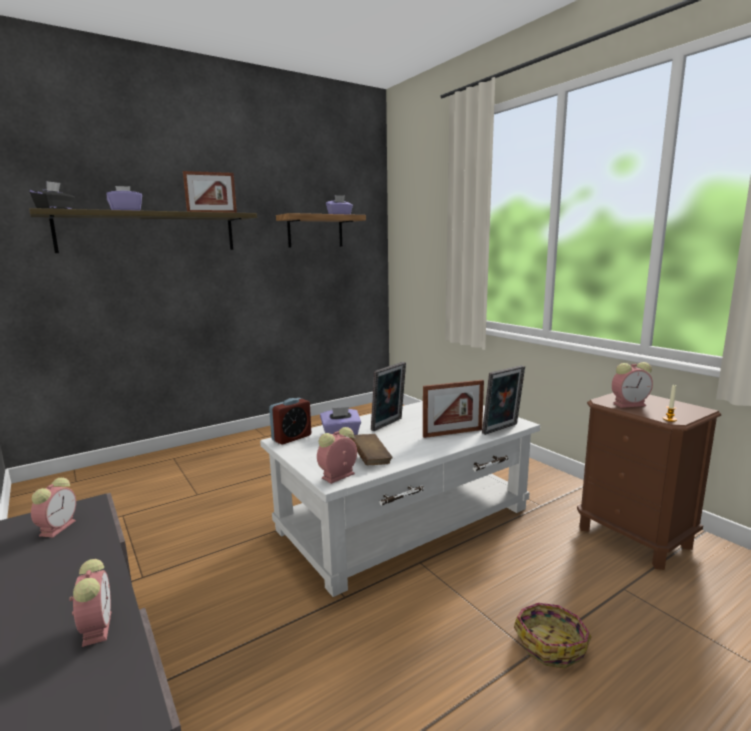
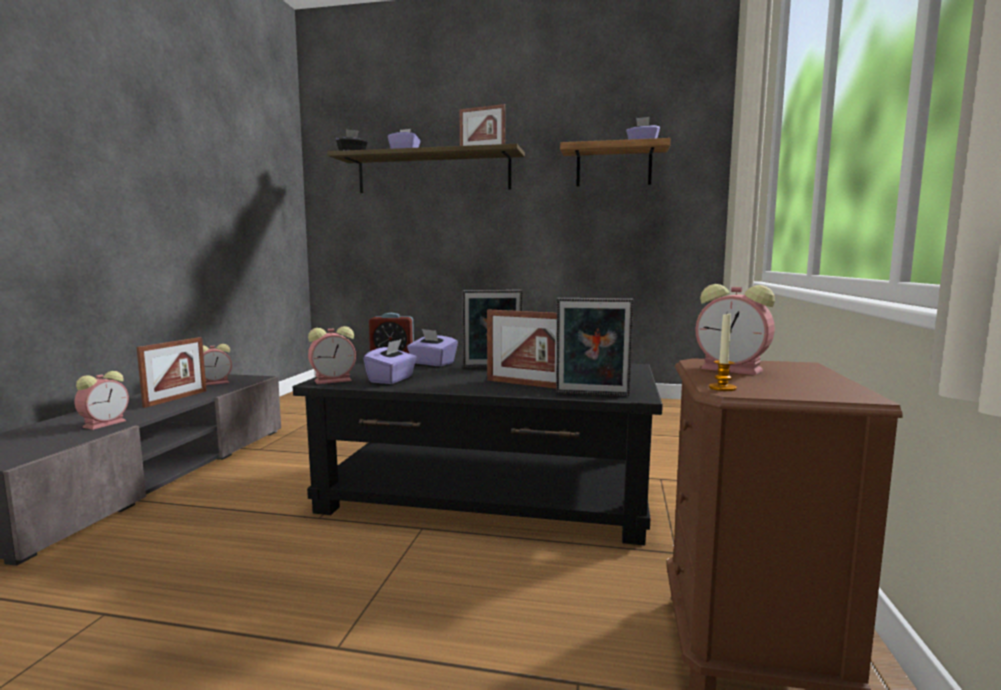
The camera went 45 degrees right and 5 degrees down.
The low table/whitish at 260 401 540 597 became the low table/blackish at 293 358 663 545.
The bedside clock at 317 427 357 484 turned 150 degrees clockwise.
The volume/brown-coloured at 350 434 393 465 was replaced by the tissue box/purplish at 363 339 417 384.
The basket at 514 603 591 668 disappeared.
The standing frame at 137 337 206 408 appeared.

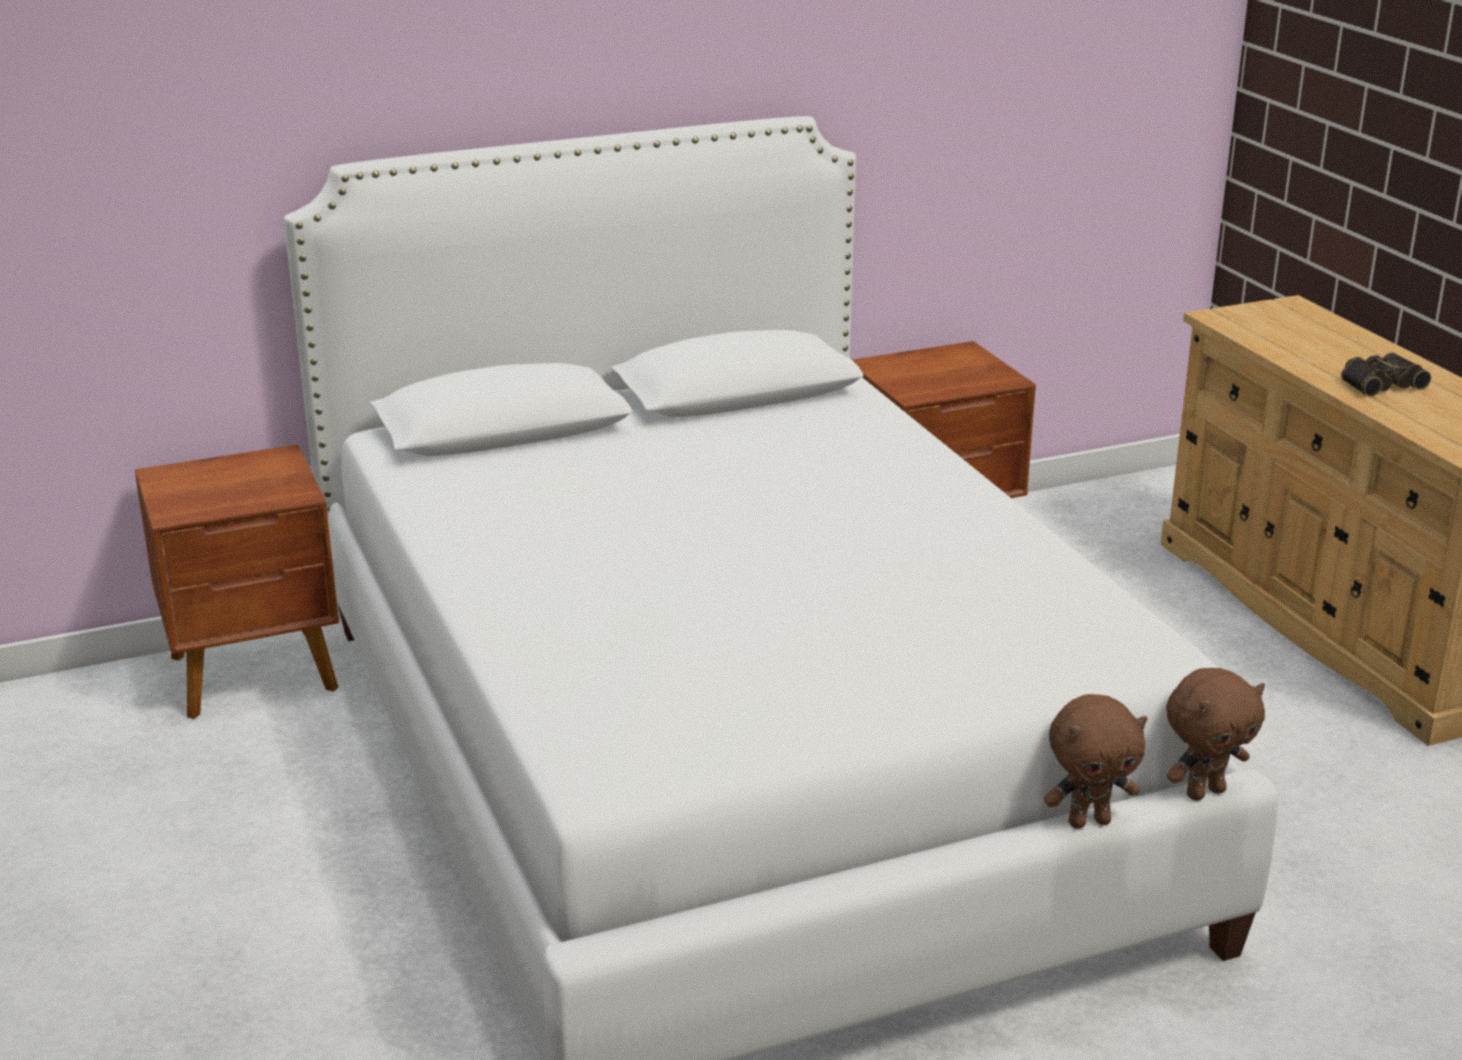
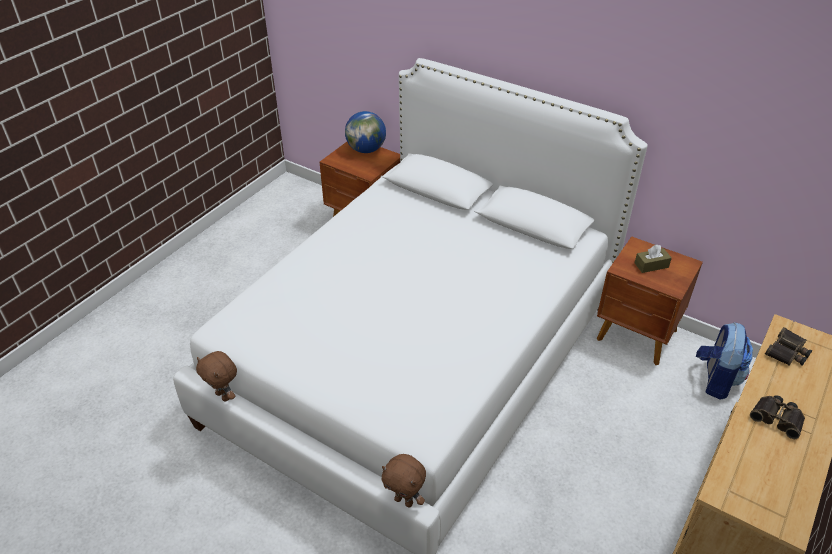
The camera went 55 degrees right and 15 degrees up.
The soft toy/brown-coloured moved from 1044 694 1148 829 to 196 351 237 402.
The desk globe at 345 111 386 153 appeared.
The tissue box/brown-coloured at 635 245 672 273 appeared.
The rucksack at 696 322 753 400 appeared.
The binoculars at 765 327 812 366 appeared.

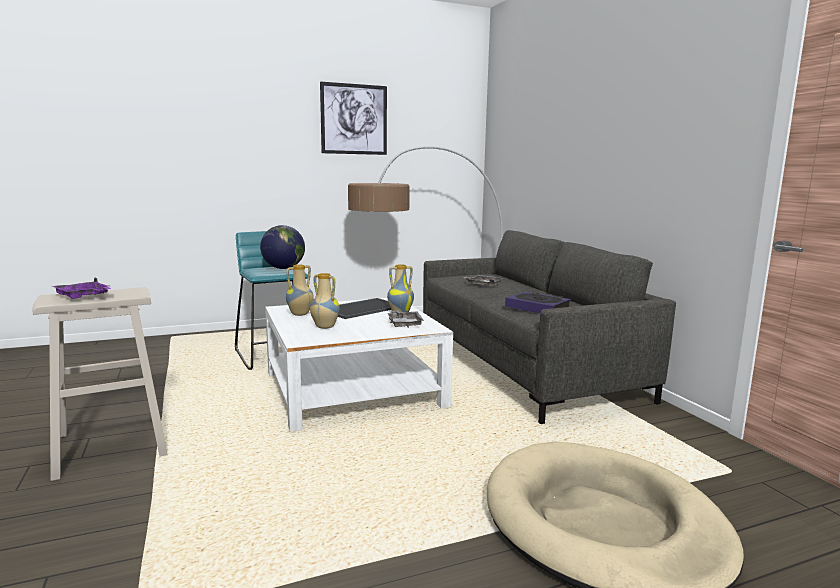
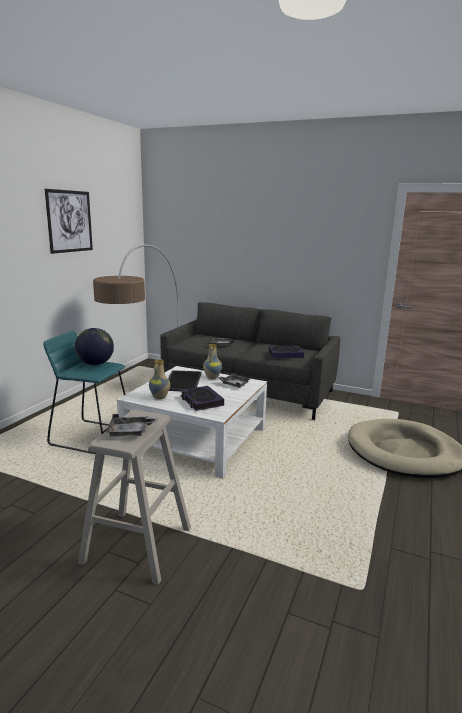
The camera went 45 degrees left and 5 degrees up.
The carrying tray/purplish at 52 278 111 299 became the carrying tray/greyish at 106 414 158 437.
The decorative vase at 310 273 340 329 was replaced by the volume at 181 386 224 411.

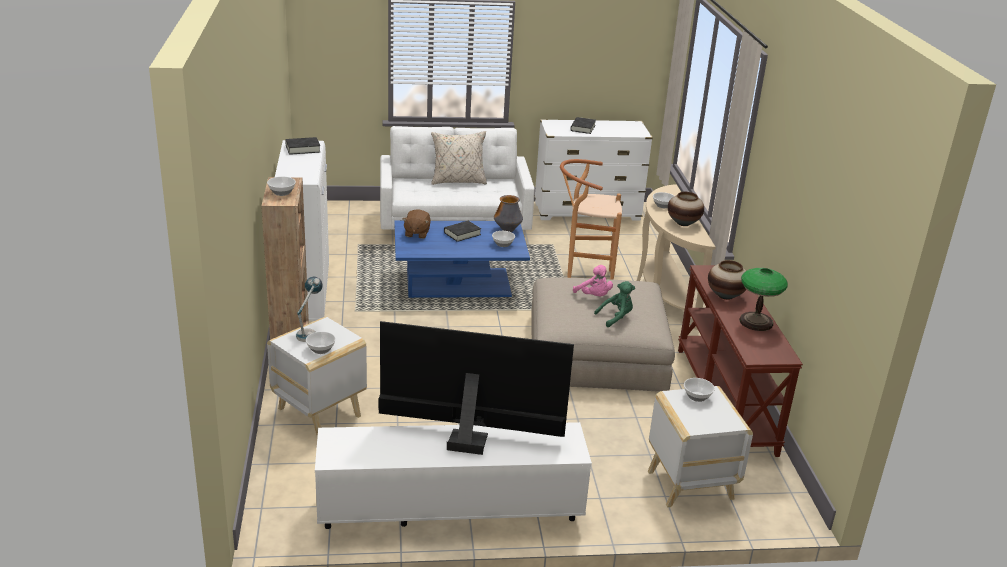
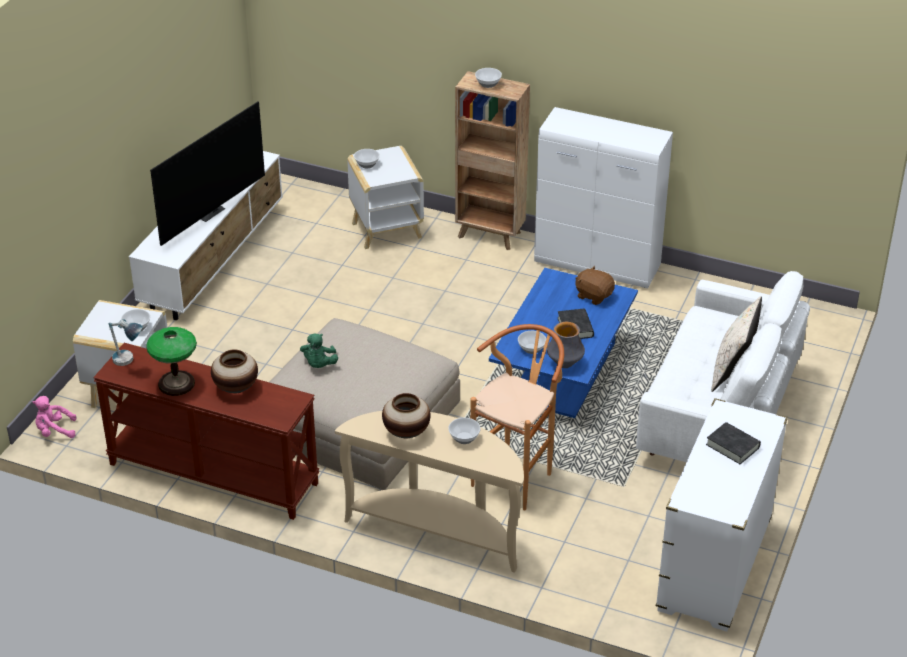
The camera went 120 degrees right and 10 degrees up.
The volume/blackish at 285 137 320 155 disappeared.
The tabletop lamp moved from 296 277 323 342 to 109 319 143 366.
The soft toy/pinkish moved from 573 265 613 296 to 32 396 77 438.

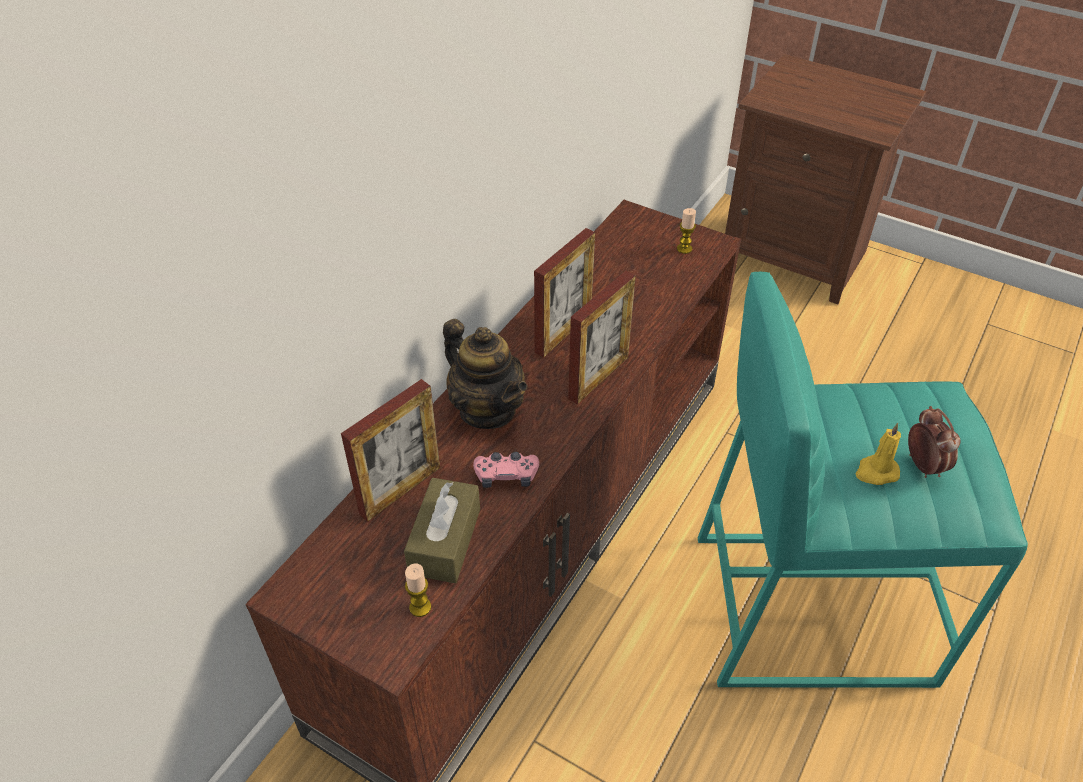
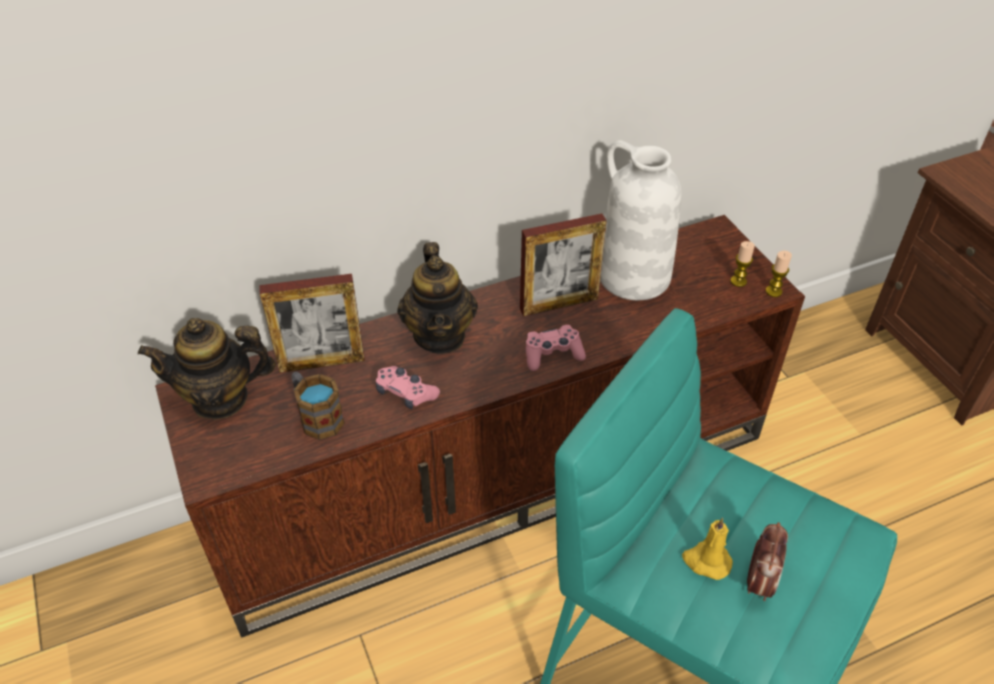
The camera went 35 degrees right and 0 degrees up.
The tissue box/brown-coloured at 404 478 480 583 was replaced by the coffee mug at 292 372 345 440.
The candle moved from 405 563 431 617 to 766 251 792 297.
The standing frame at 568 271 636 404 was replaced by the game controller/pinkish at 526 325 586 371.
The tea pot at 138 318 276 420 appeared.
The decorative vase/whitish at 600 140 682 300 appeared.

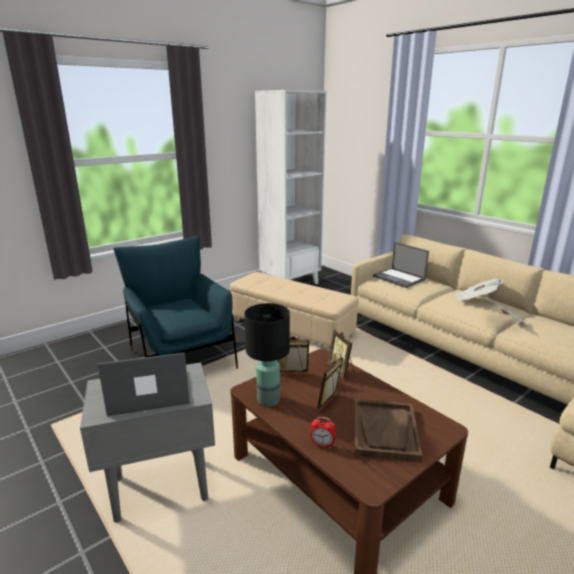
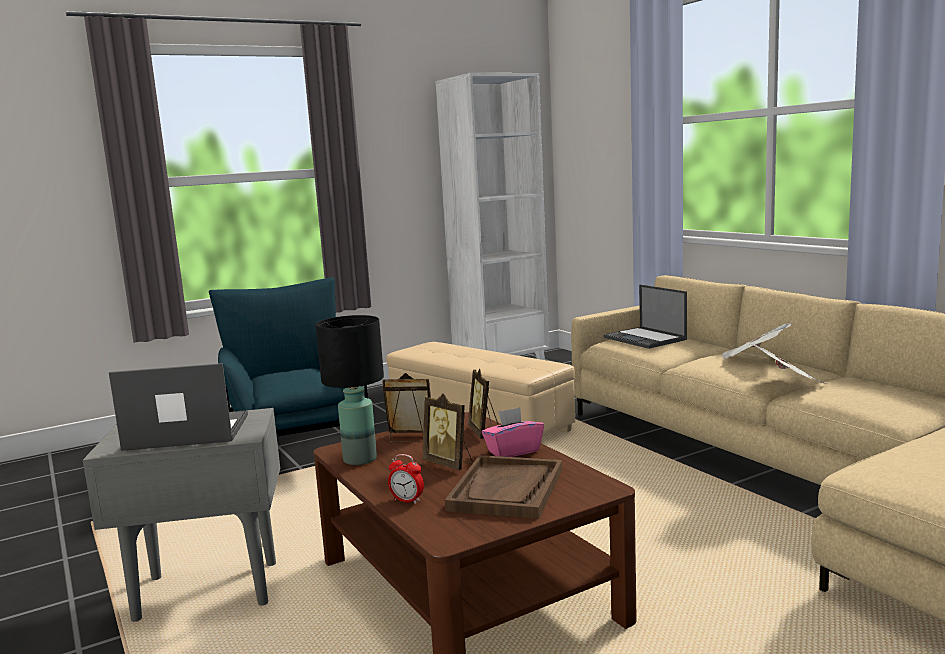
The camera went 10 degrees right and 10 degrees down.
The standing frame at 317 357 347 413 turned 90 degrees counterclockwise.
The tissue box/pinkish at 482 407 544 457 appeared.

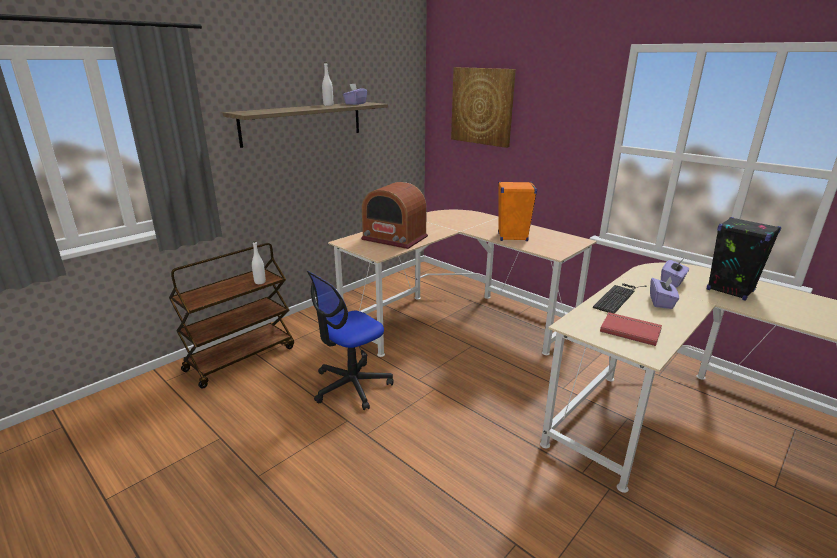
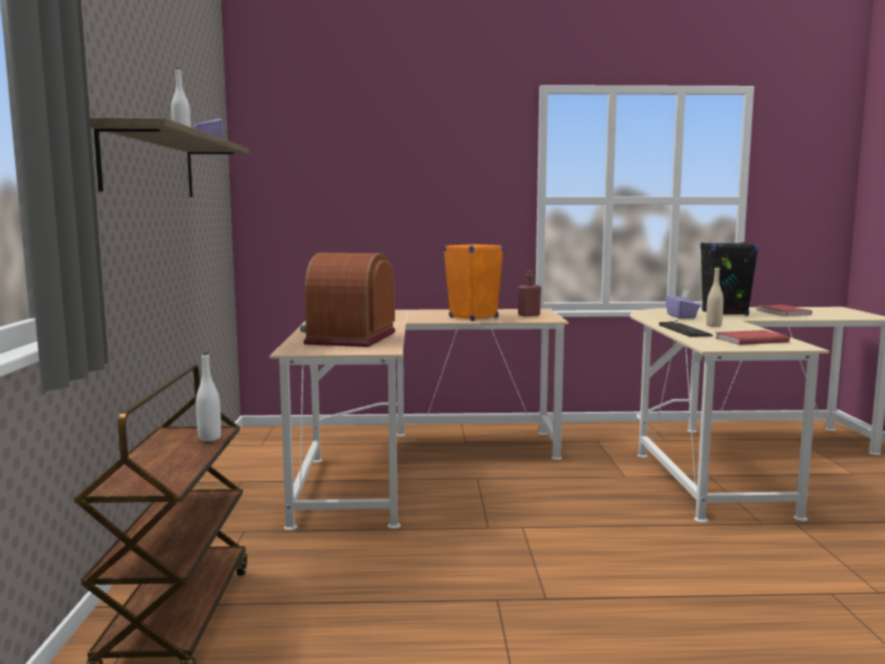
The camera went 45 degrees left and 15 degrees down.
The office chair at 307 271 394 410 disappeared.
The radio set at 361 182 428 249 turned 120 degrees clockwise.
The wall art at 451 67 516 148 disappeared.
The tissue box/purplish at 650 276 679 309 was replaced by the beverage bottle/beige-coloured at 706 267 724 327.
The beverage bottle/red-coloured at 518 271 541 317 appeared.
The volume/red-coloured at 756 305 812 316 appeared.

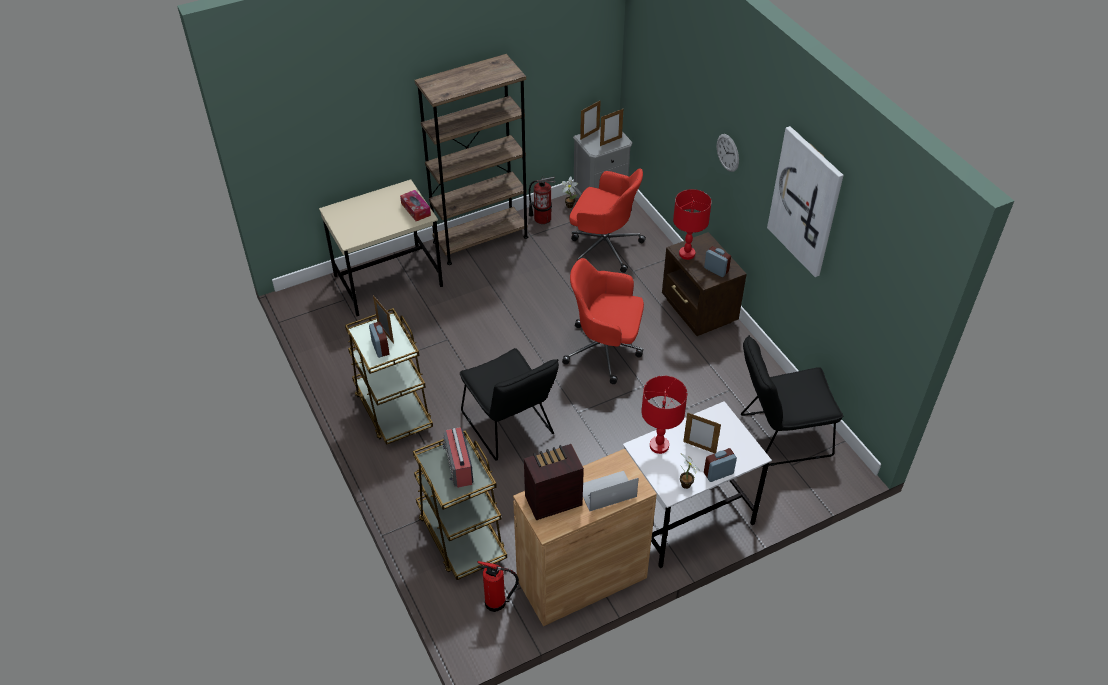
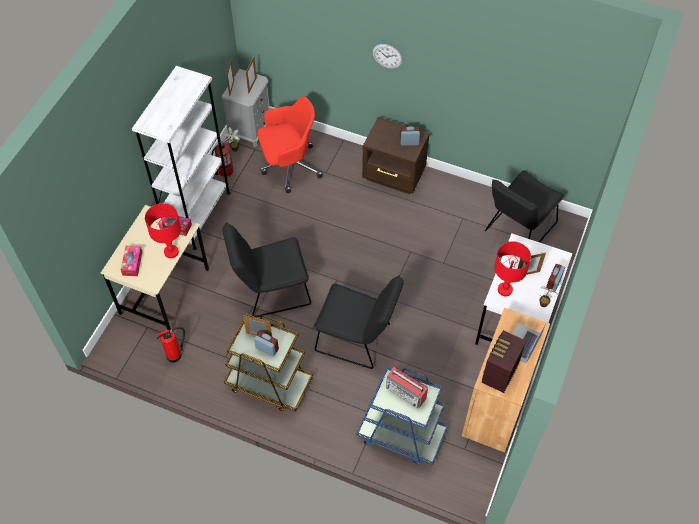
The camera went 40 degrees left and 10 degrees up.
The trolley/brown-coloured at 413 431 507 580 became the trolley/blue-coloured at 357 366 448 465.
The bookcase/brown-coloured at 415 54 528 265 became the bookcase/whitish at 132 66 231 250.
The fire-fighting cylinder moved from 478 561 519 612 to 156 327 185 362.
The office chair/red-coloured at 562 258 644 384 disappeared.
The tabletop lamp/red-coloured moved from 673 189 712 260 to 145 203 181 258.
The wall art at 767 126 844 277 disappeared.
The tissue box at 121 246 142 276 appeared.
The upright chair/blackish at 222 222 311 317 appeared.

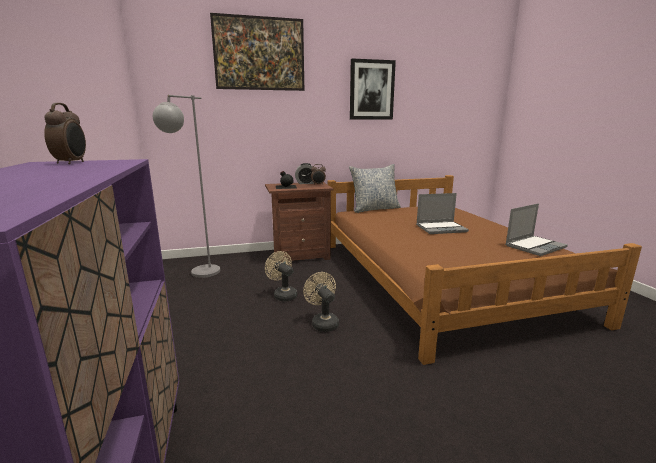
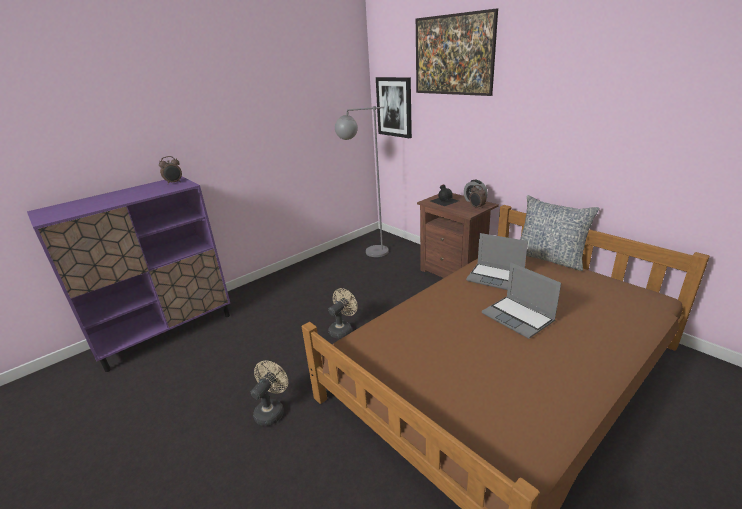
The camera went 65 degrees right and 10 degrees up.
The electric fan/beige-coloured moved from 265 251 298 301 to 251 361 288 426.
The wall art moved from 350 59 396 119 to 376 77 412 138.
The laptop moved from 505 203 568 256 to 466 233 528 290.

